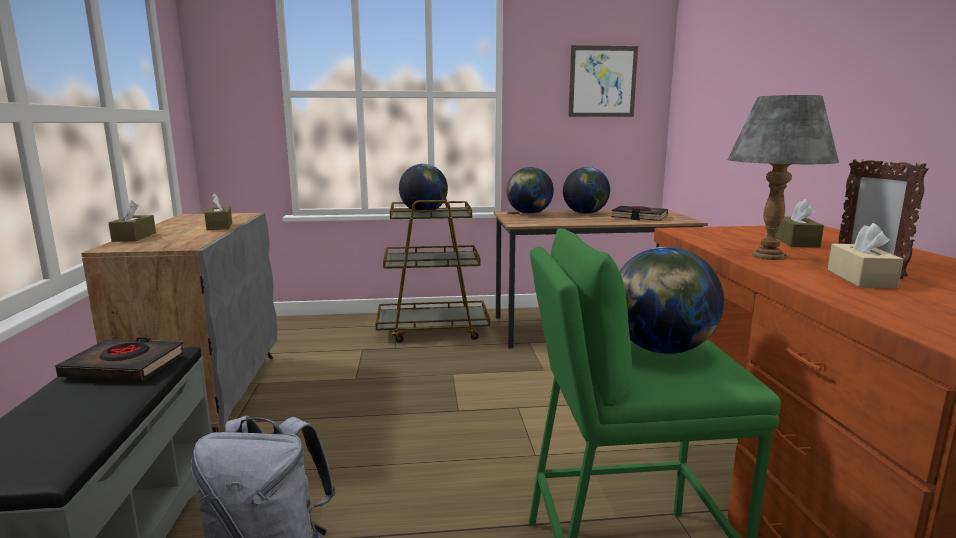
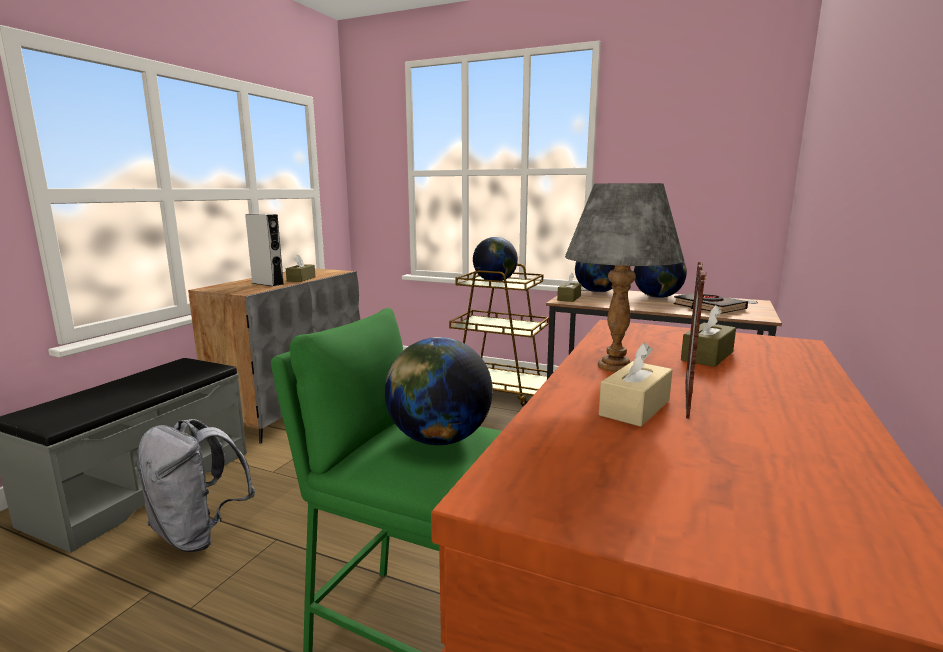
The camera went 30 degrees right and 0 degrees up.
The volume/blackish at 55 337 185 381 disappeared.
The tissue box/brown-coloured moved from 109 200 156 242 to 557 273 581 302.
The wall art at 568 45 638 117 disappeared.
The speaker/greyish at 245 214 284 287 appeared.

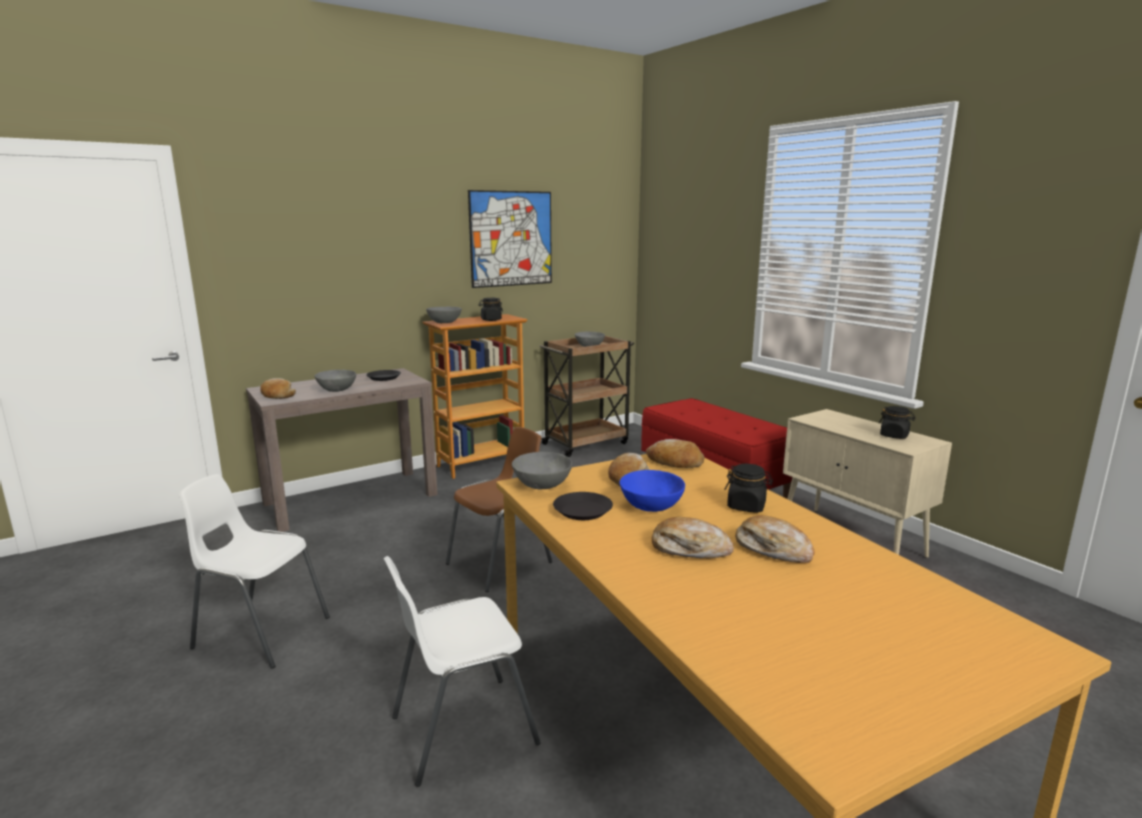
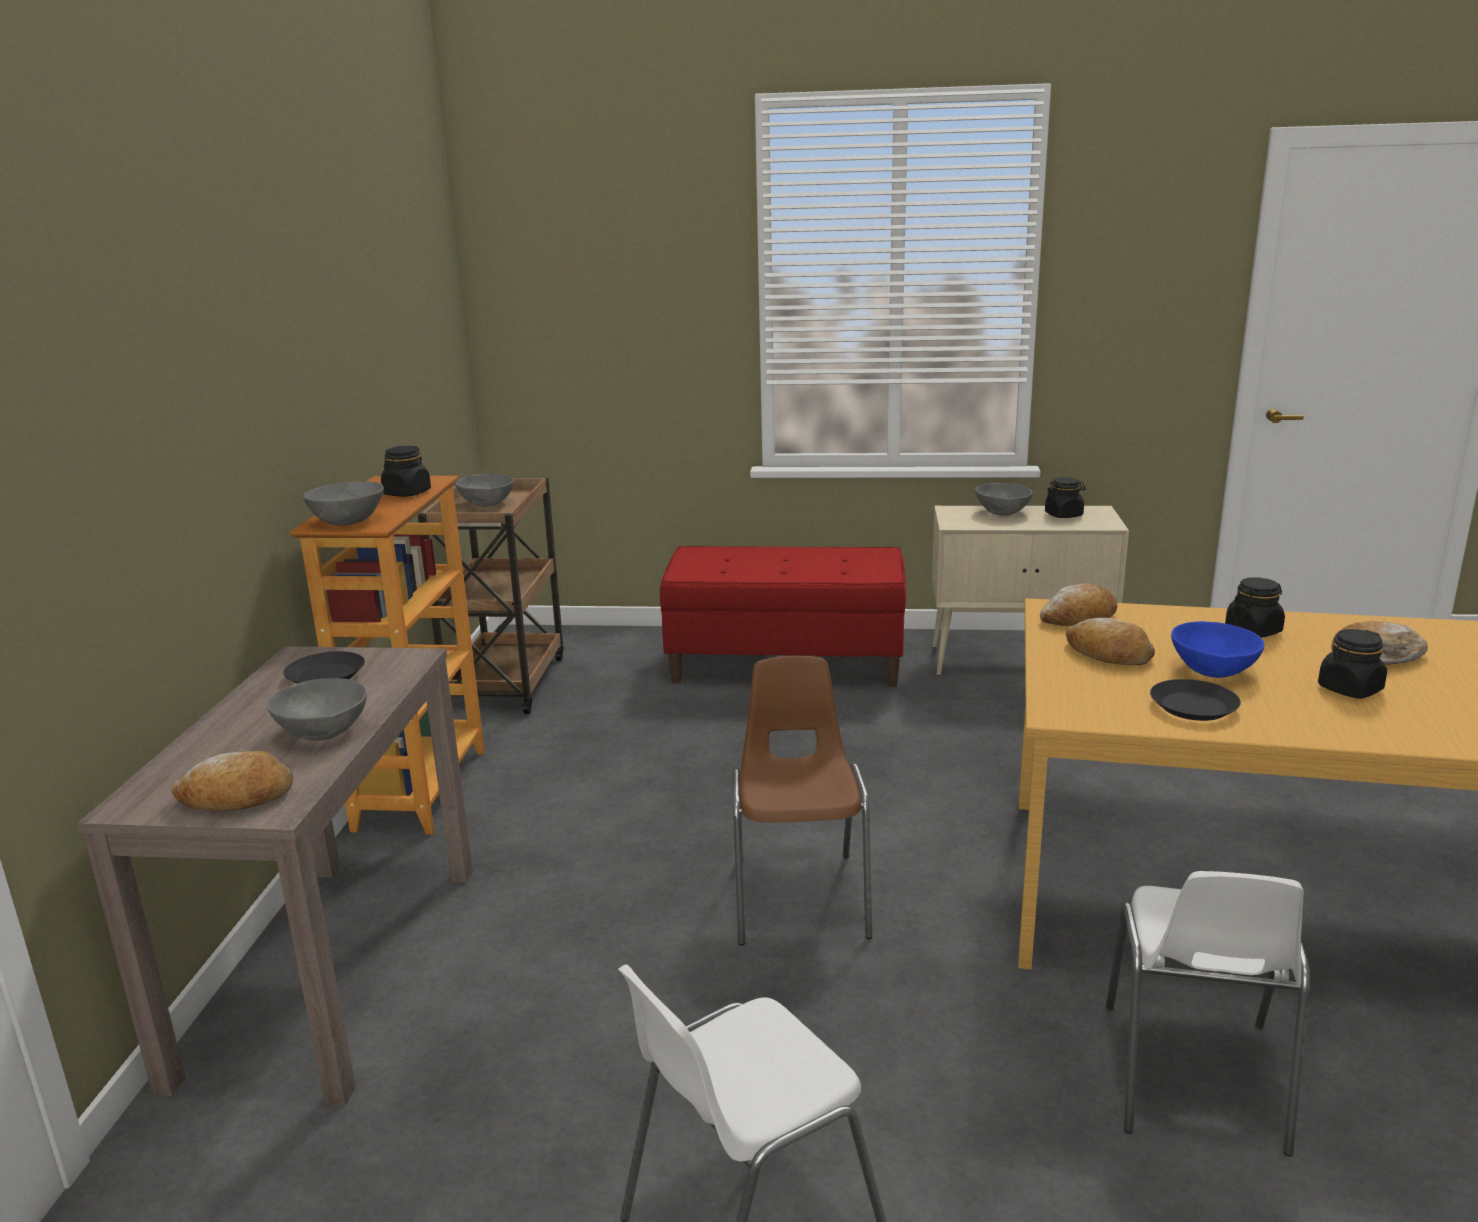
The camera went 50 degrees left and 5 degrees up.
The wall art at 468 190 552 288 disappeared.
The bowl/greyish moved from 512 452 572 489 to 975 483 1033 516.
The baked bread at 652 517 734 559 was replaced by the jar/blackish at 1318 629 1387 699.

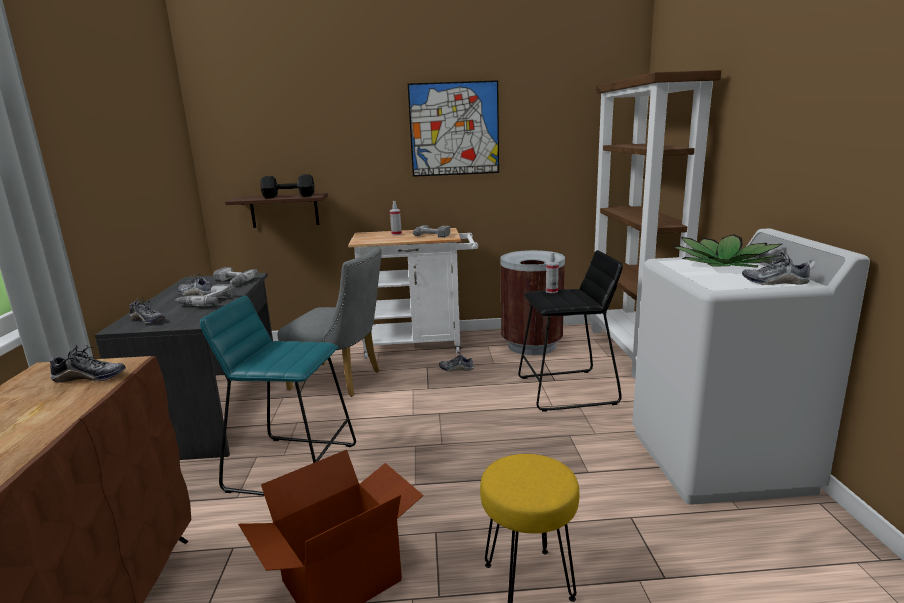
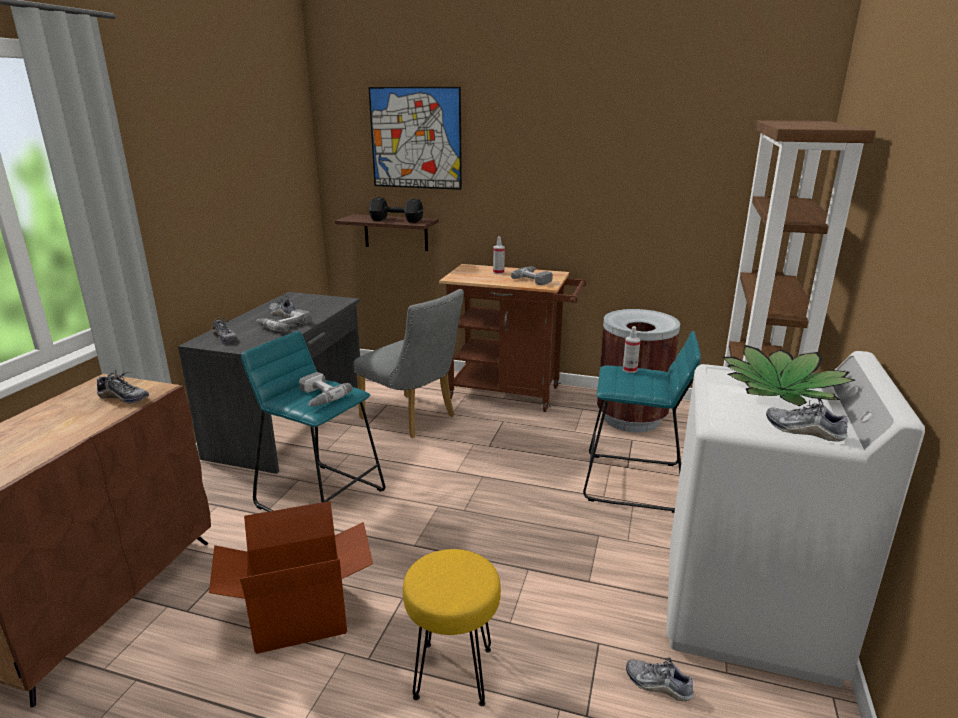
The camera went 20 degrees right and 5 degrees up.
The drill moved from 213 267 258 284 to 299 372 352 406.
The trolley/whitish at 348 228 478 359 became the trolley/brown-coloured at 439 264 587 412.
The wall art moved from 408 80 499 177 to 368 87 462 190.
The low shoe moved from 439 352 474 372 to 626 658 694 701.
The sitting stool/blackish at 518 250 623 412 became the sitting stool/turquoise at 583 331 701 513.

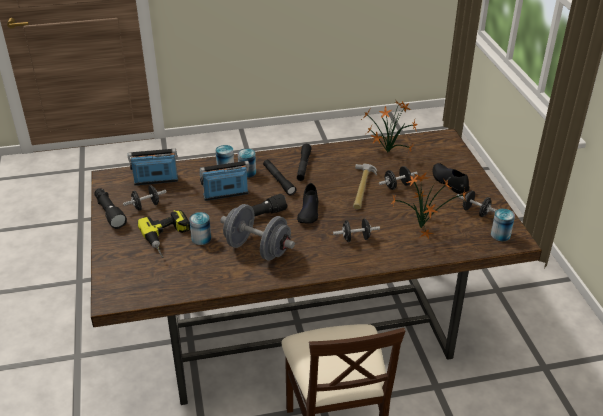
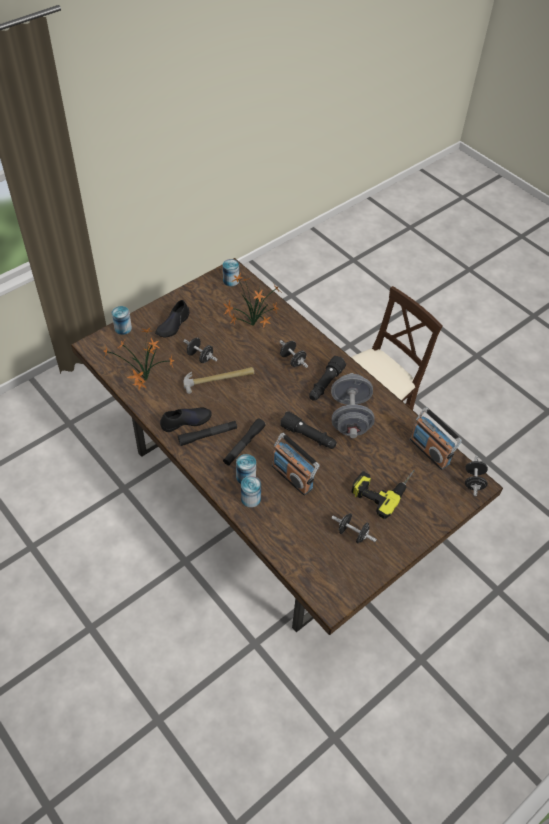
The camera went 120 degrees left and 15 degrees up.
The hand torch/blackish moved from 94 188 127 229 to 309 356 346 401.
The radio set moved from 127 149 178 185 to 410 407 462 470.
The can moved from 189 212 211 245 to 112 306 132 335.
The low shoe/blackish moved from 297 183 318 224 to 160 408 212 432.
The hand weight/blackish moved from 457 191 496 217 to 465 456 488 496.

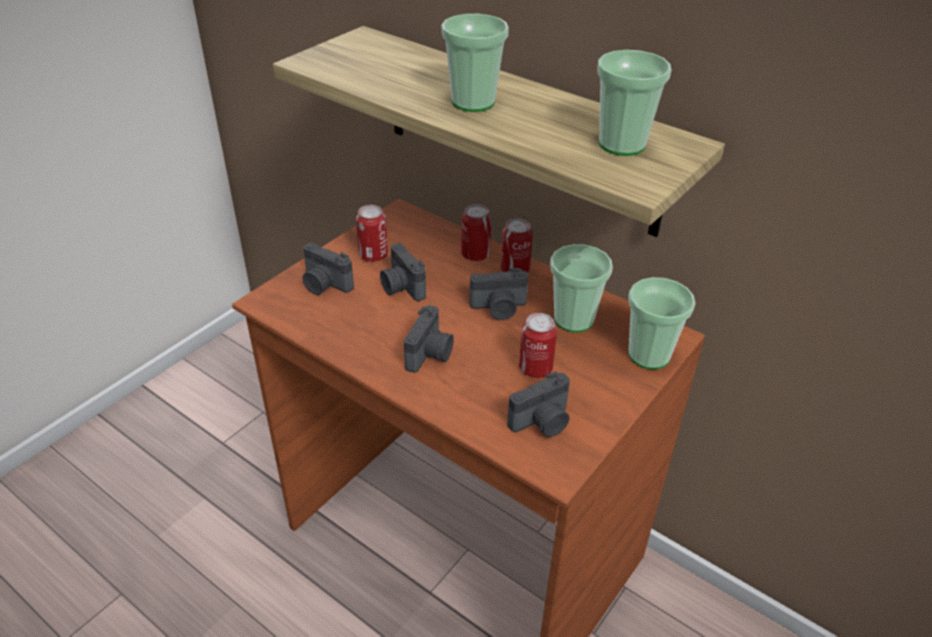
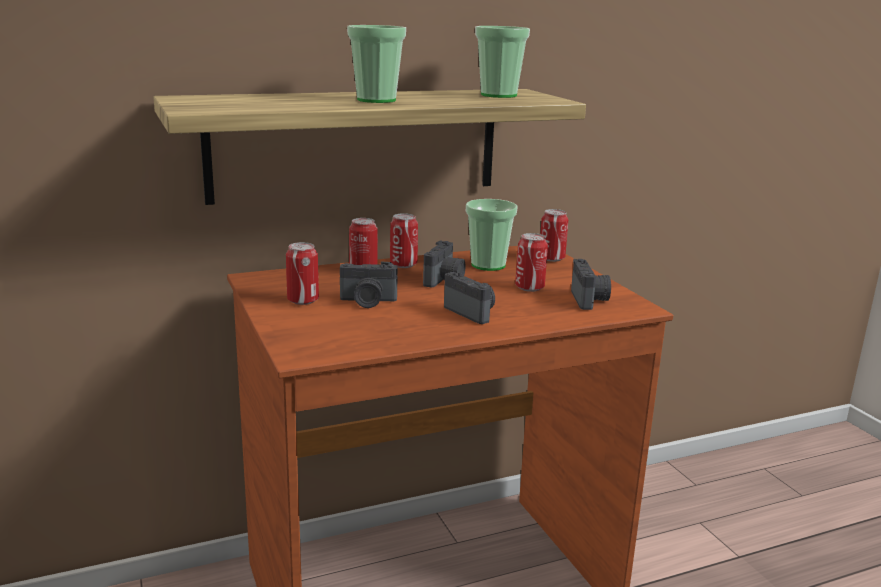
The camera went 60 degrees left and 20 degrees down.
The photo camera at 303 243 354 295 disappeared.
The cup at 628 277 696 369 was replaced by the can at 540 209 568 262.

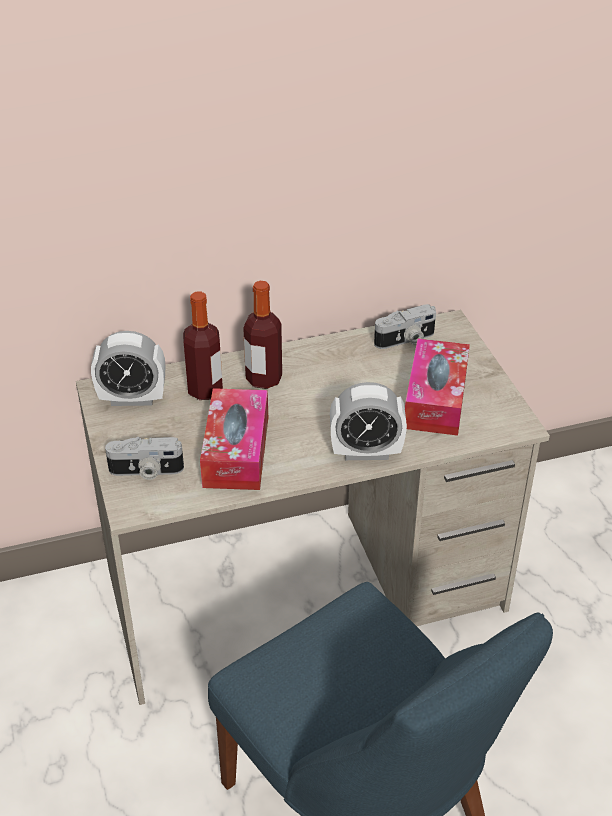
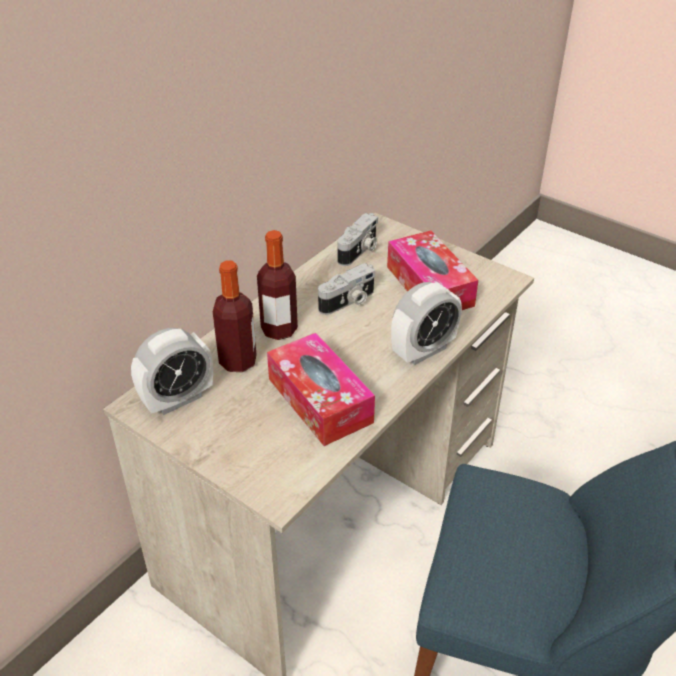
The camera went 35 degrees left and 0 degrees up.
The photo camera moved from 105 437 184 480 to 318 263 375 315.

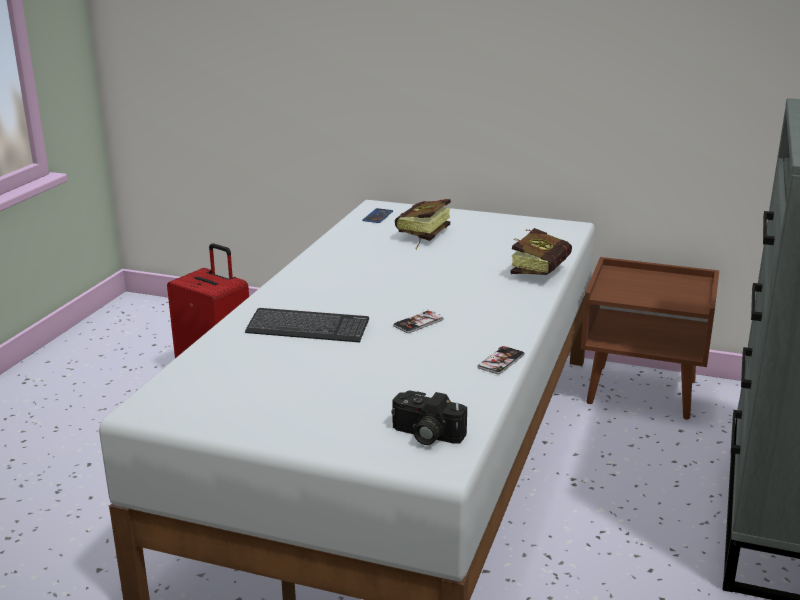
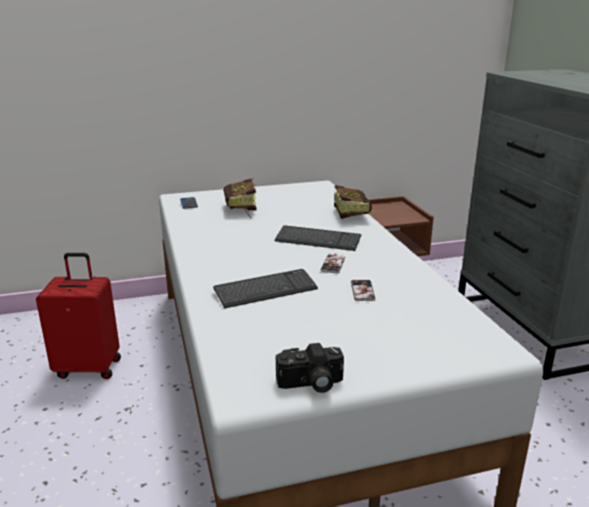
The camera went 35 degrees left and 0 degrees up.
The photo camera moved from 391 391 467 445 to 276 343 344 393.
The handset moved from 478 346 525 374 to 351 280 375 301.
The keyboard at 274 226 361 251 appeared.

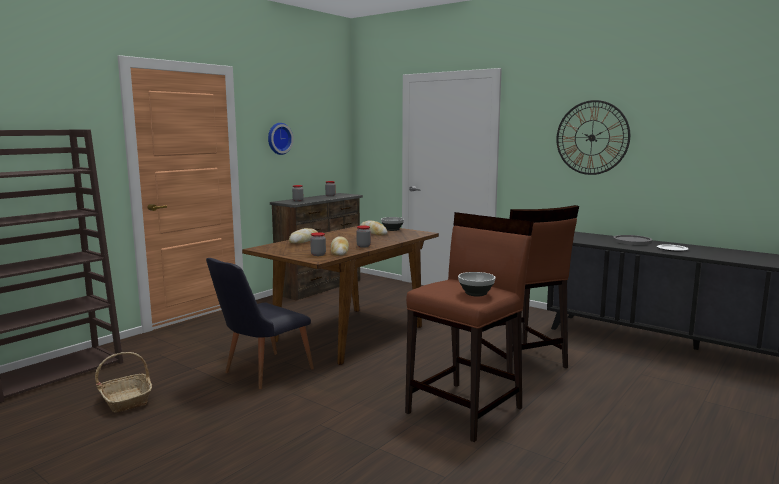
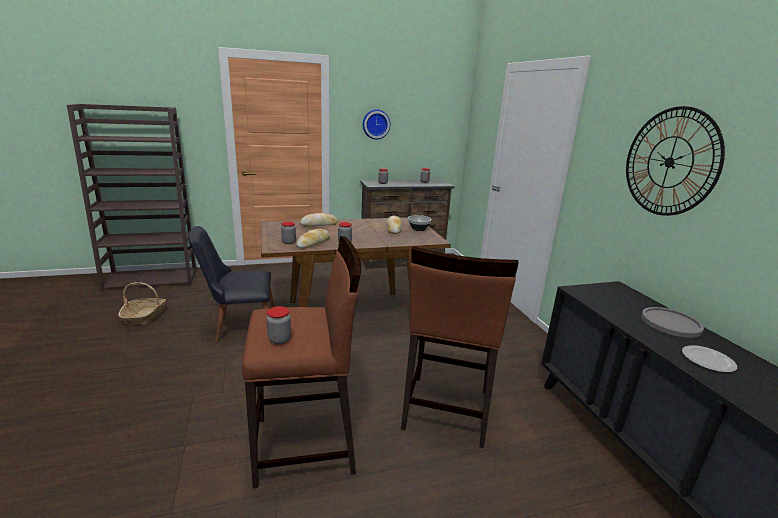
The camera went 35 degrees right and 10 degrees up.
The bowl at 458 272 496 296 was replaced by the jar at 266 306 291 344.

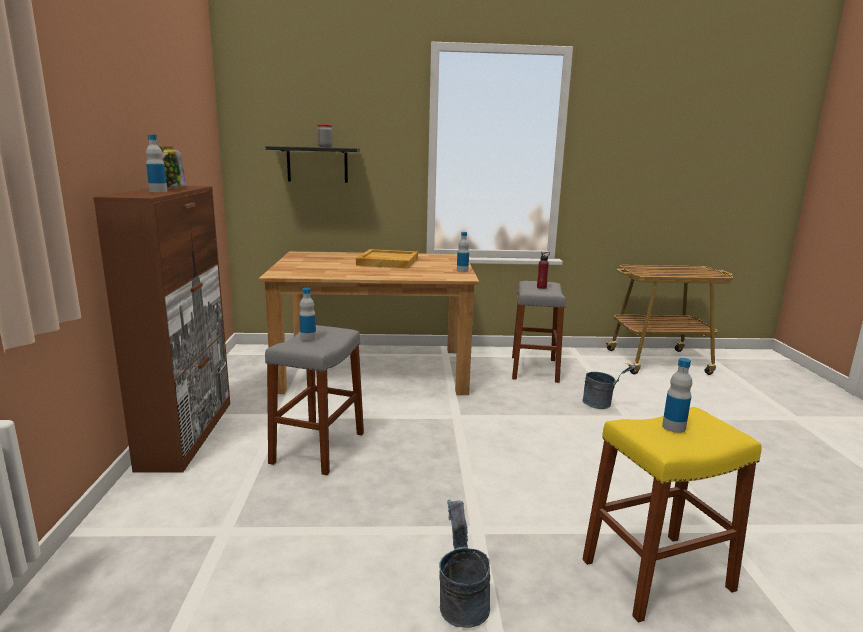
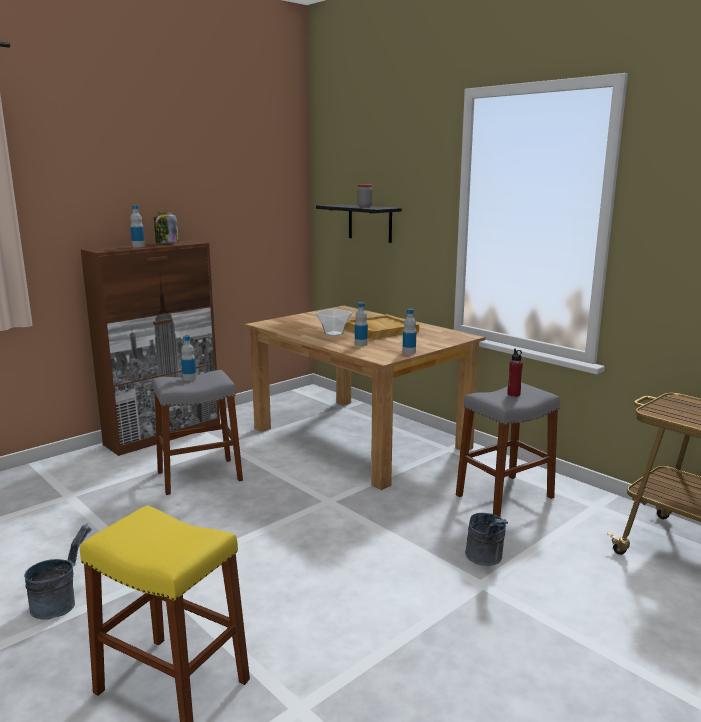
The camera went 50 degrees right and 0 degrees up.
The beverage bottle moved from 662 358 692 433 to 355 302 368 346.
The bowl at 315 309 353 336 appeared.

